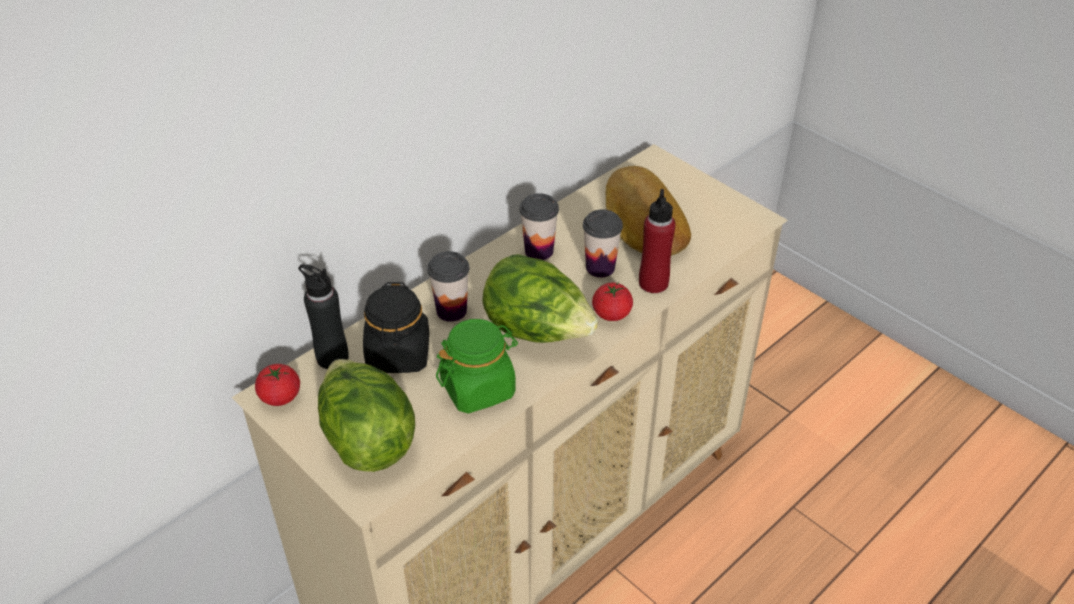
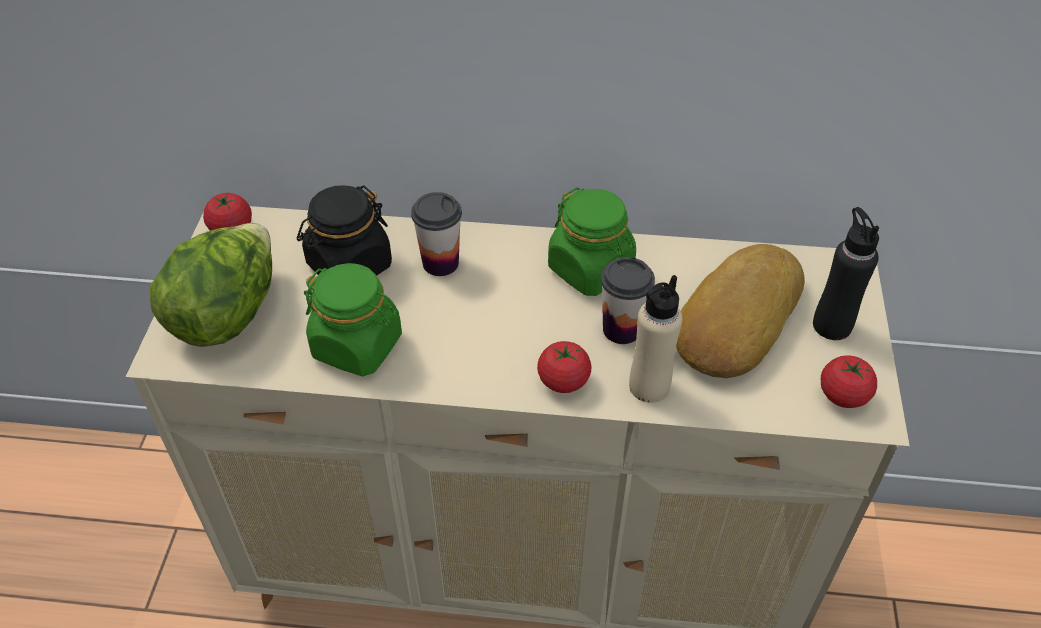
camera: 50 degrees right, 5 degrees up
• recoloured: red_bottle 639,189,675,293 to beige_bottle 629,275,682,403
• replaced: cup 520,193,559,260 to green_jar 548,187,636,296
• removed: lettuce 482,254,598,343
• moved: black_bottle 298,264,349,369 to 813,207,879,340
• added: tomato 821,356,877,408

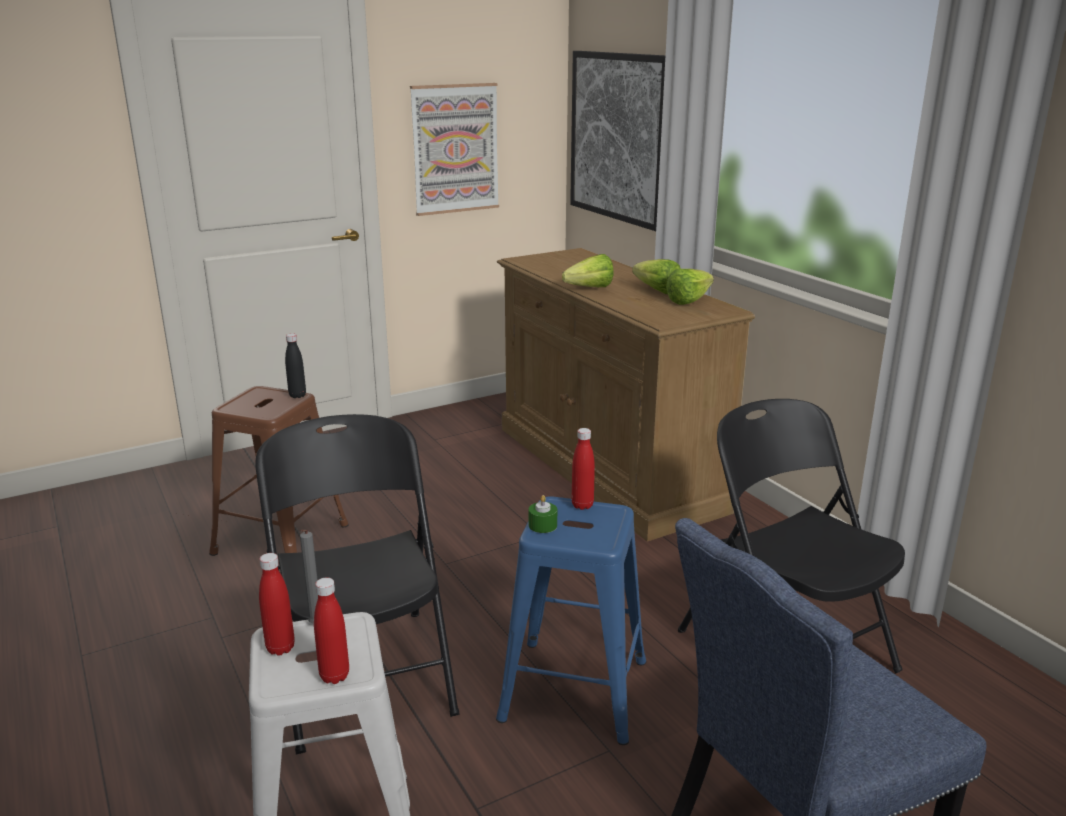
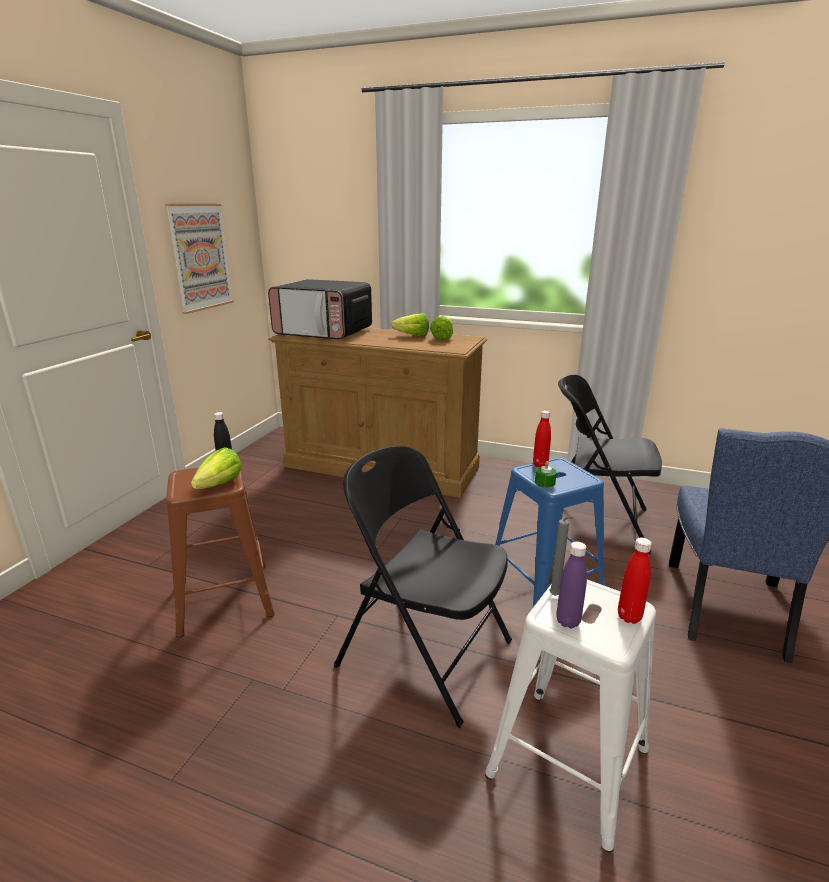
camera: 40 degrees left, 0 degrees up
• removed: picture 570,51,665,231
• moved: lettuce 562,254,614,287 to 191,447,241,489
• recoloured: red_bottle 259,553,295,656 to purple_bottle 556,541,587,628
• added: microwave 268,279,372,340

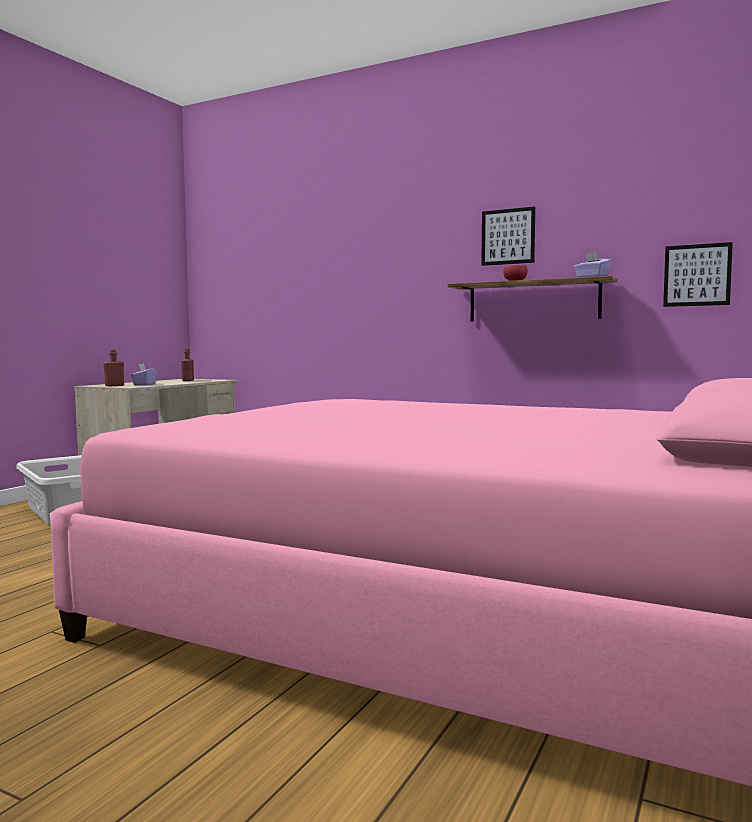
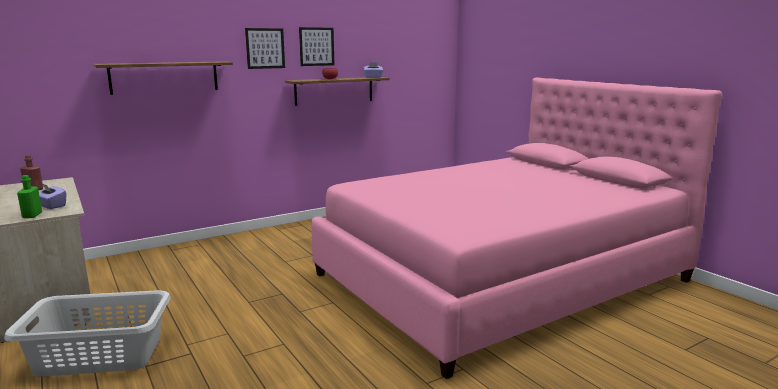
camera: 60 degrees left, 10 degrees up
• moved: picture 663,242,733,307 to 245,28,285,69
• recoloured: red_bottle 103,349,124,386 to green_bottle 17,175,42,218
• added: shelf 93,61,233,95

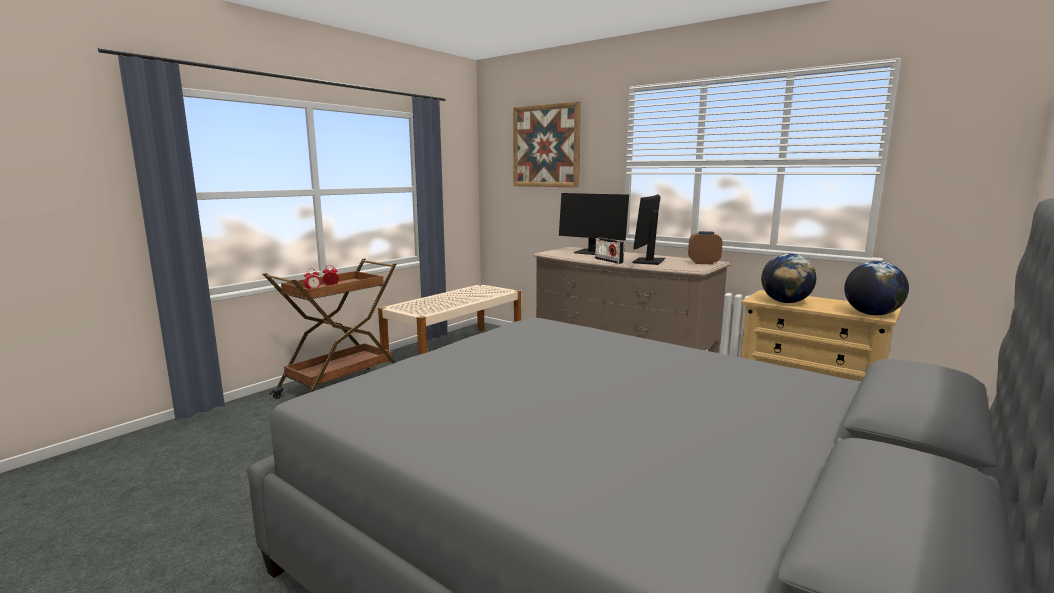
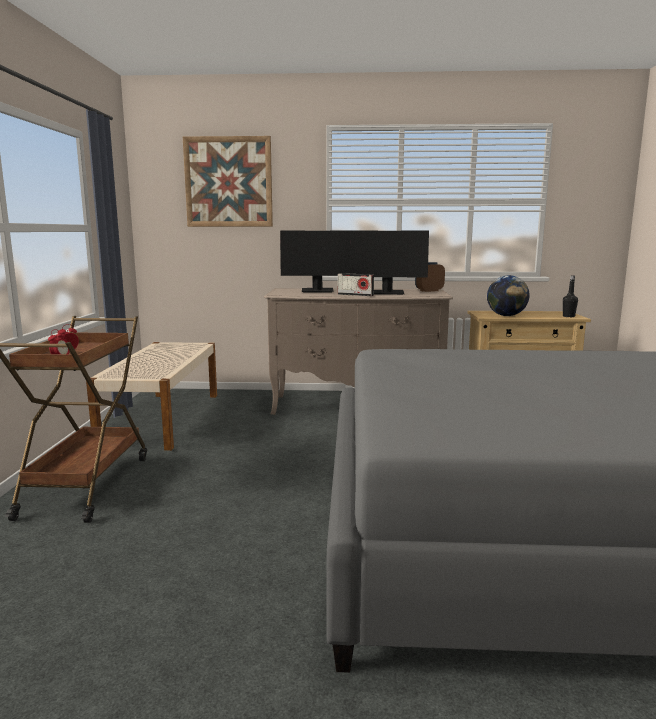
camera: 35 degrees left, 0 degrees up
• turned: monitor 631,194,665,265 = 350,230,429,295 75 degrees counterclockwise
• replaced: globe 844,261,909,315 to black_bottle 563,276,578,317

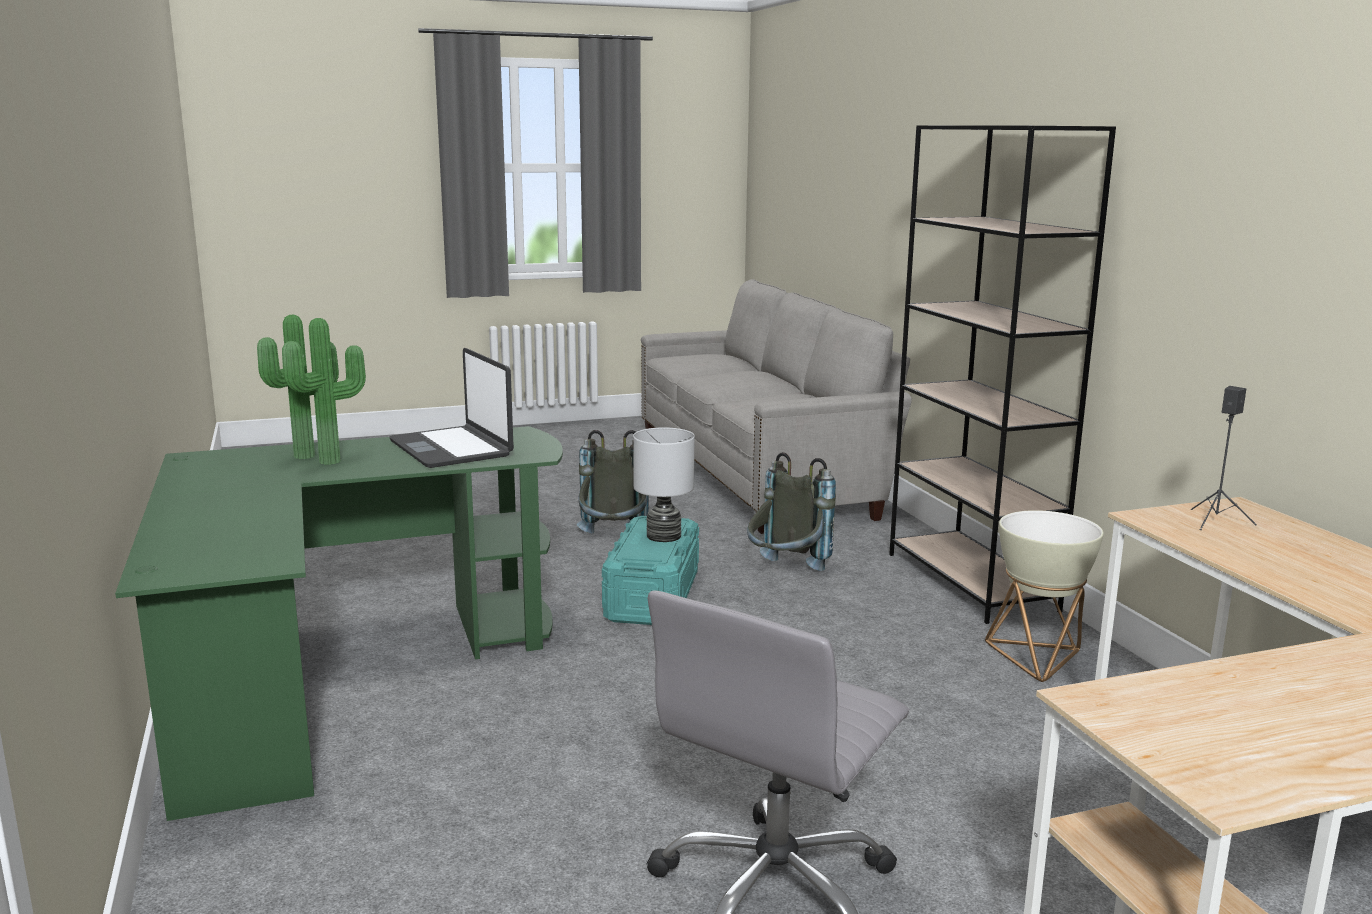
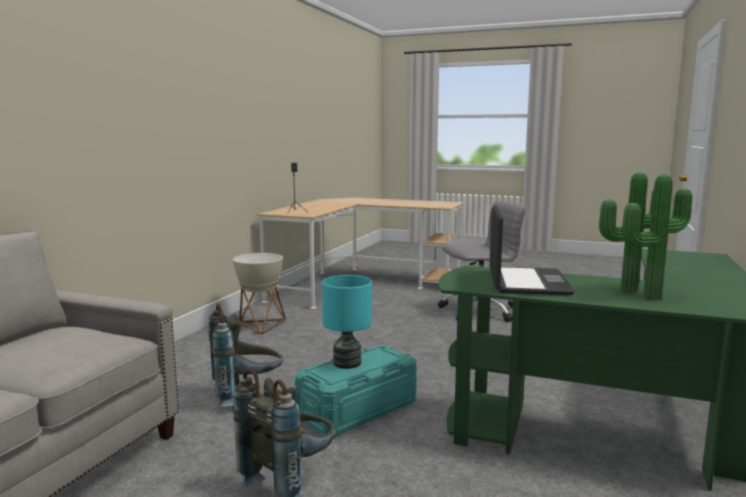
camera: 140 degrees left, 5 degrees down
• removed: beige_bookcase 889,125,1116,624
• recoloured: grey_table_lamp 633,427,695,542 to turquoise_table_lamp 322,275,372,369

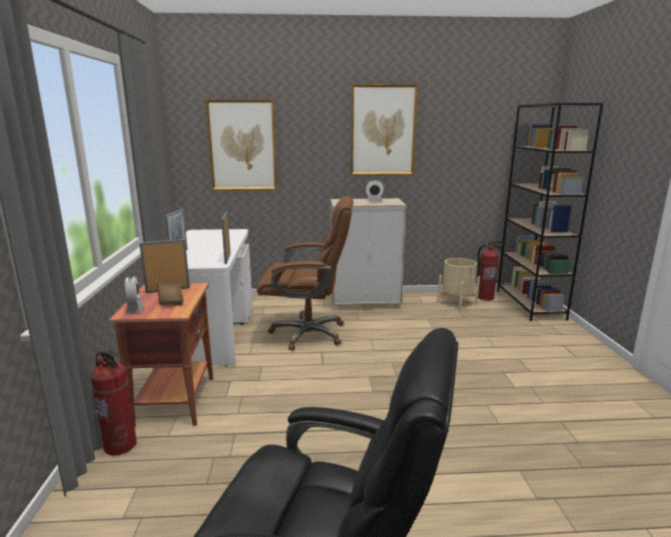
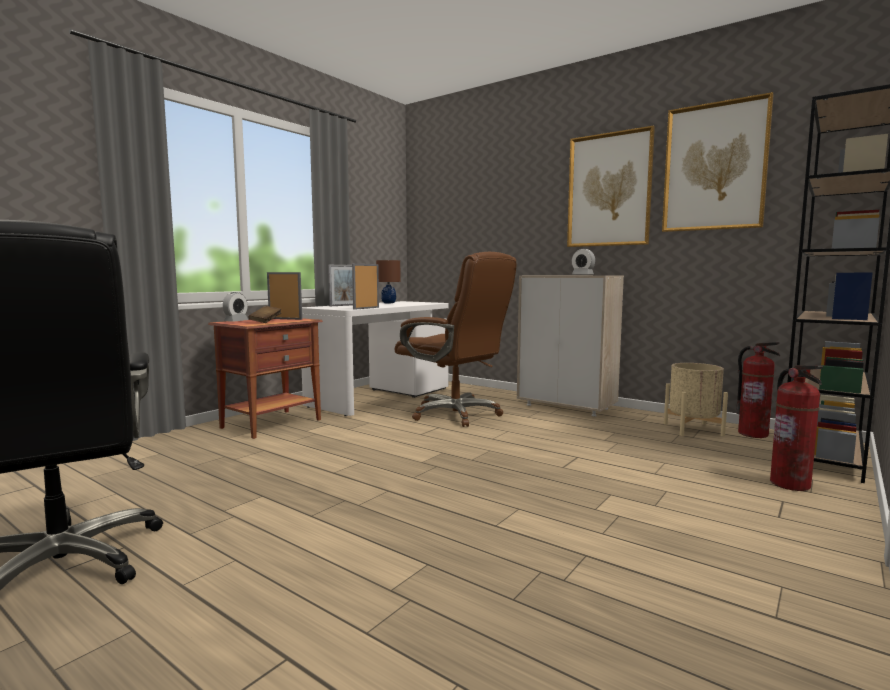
camera: 40 degrees right, 10 degrees down
• moved: picture 205,99,277,190 to 662,92,774,232
• moved: fire_extinguisher 91,349,137,456 to 770,365,823,491
• added: brown_table_lamp 376,260,401,303

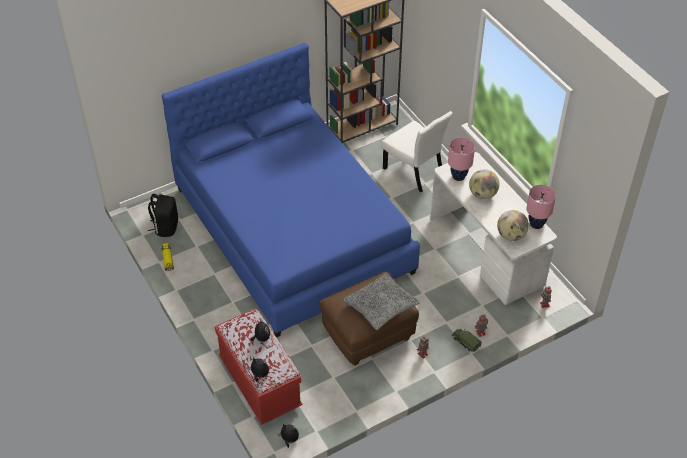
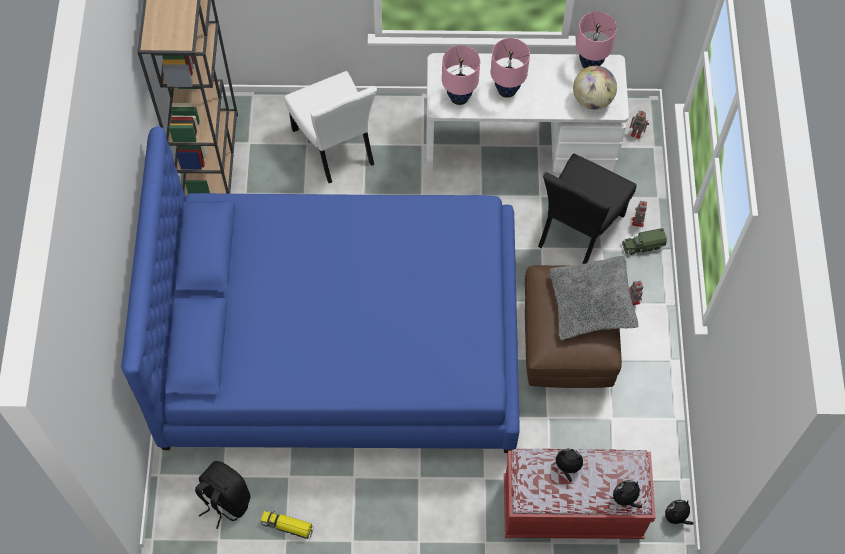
camera: 60 degrees left, 15 degrees up
• turned: white_chair 381,111,453,192 = 284,71,377,183 75 degrees clockwise
• replaced: globe 469,169,499,199 to pink_table_lamp 491,38,530,98
• added: black_chair 538,154,636,264

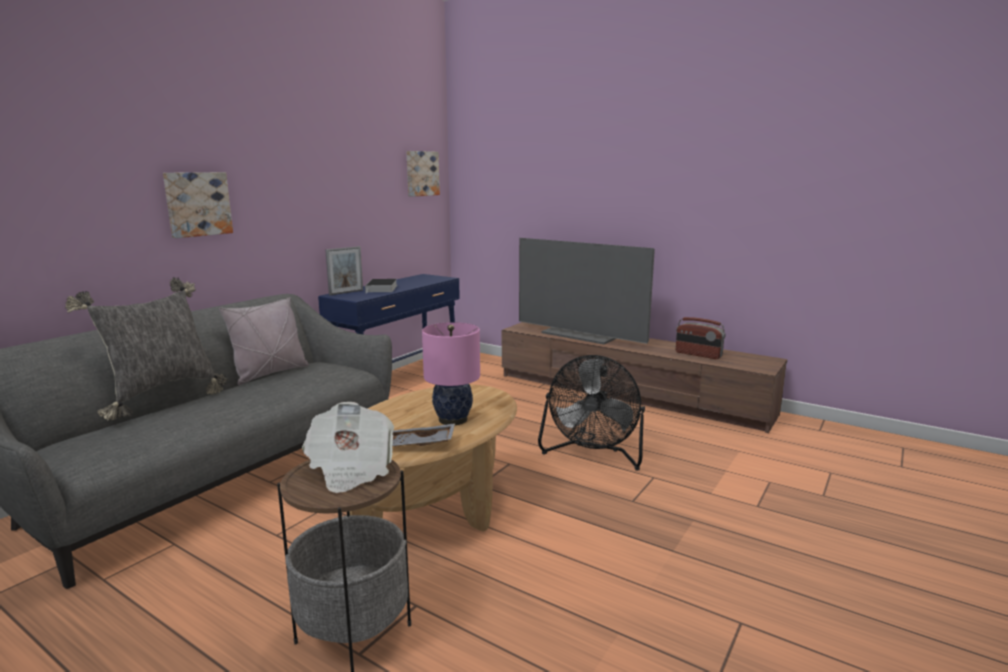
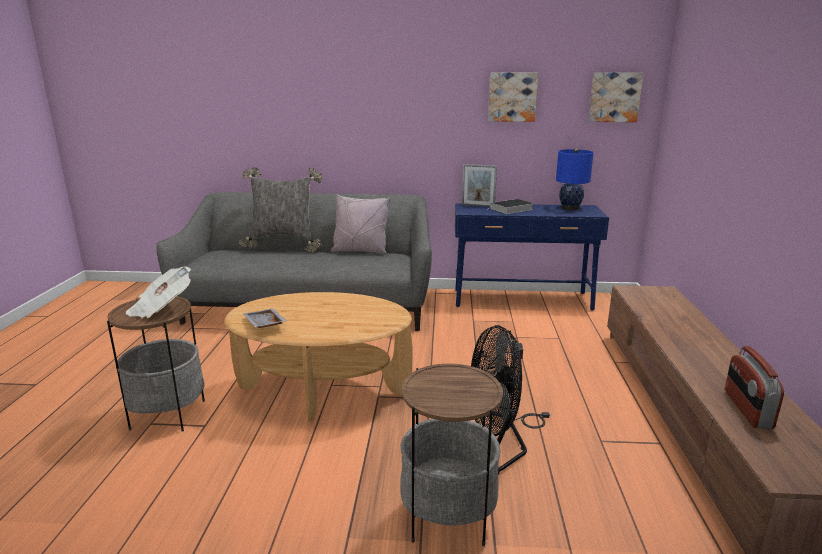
camera: 60 degrees right, 5 degrees up
• moved: picture 163,172,233,238 to 488,73,538,122
• removed: television 519,238,655,344
• removed: pink_table_lamp 422,322,480,425
• added: blue_table_lamp 556,149,594,210
• added: side_table 400,364,503,546

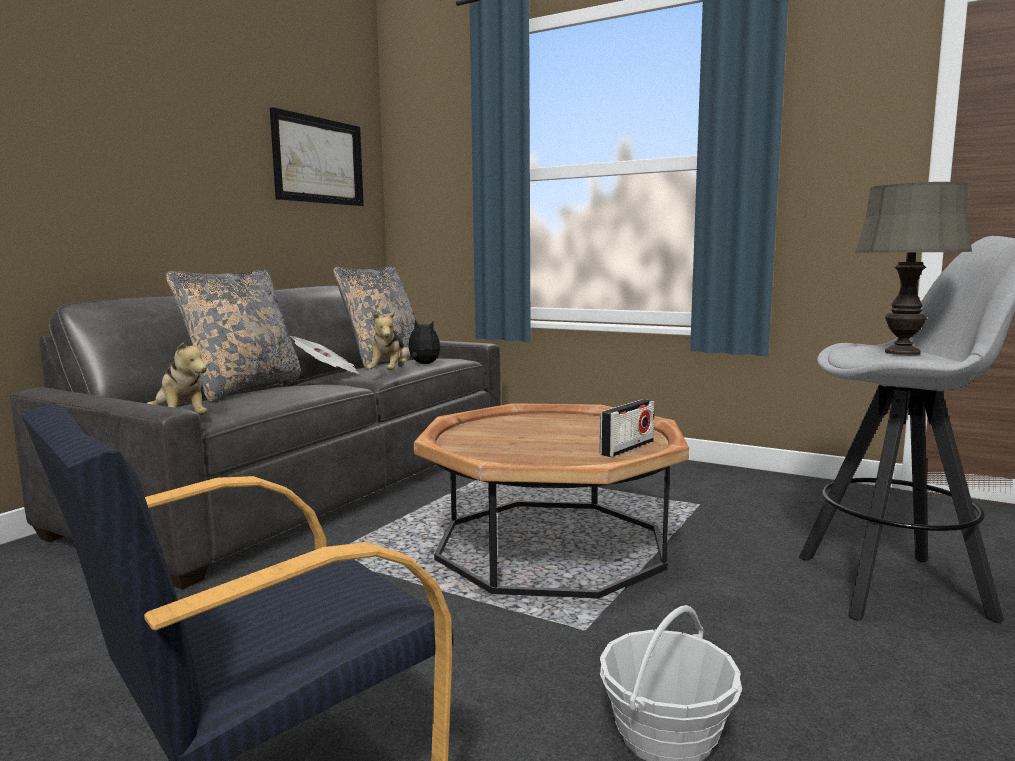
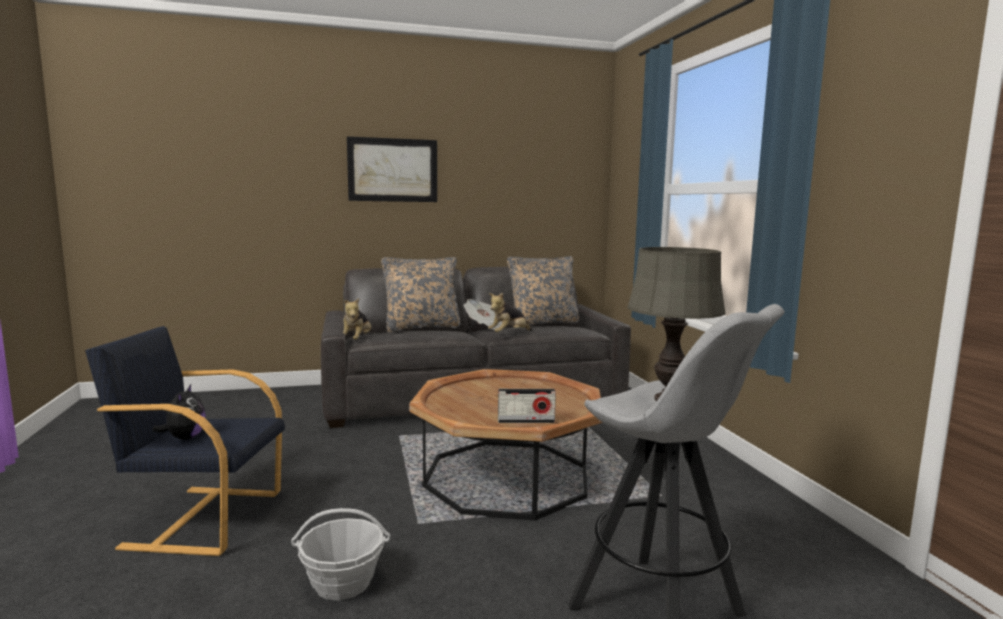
camera: 45 degrees right, 0 degrees up
• moved: picture 270,107,364,206 to 347,136,437,202
• moved: plush_toy 406,320,440,364 to 153,384,206,440

